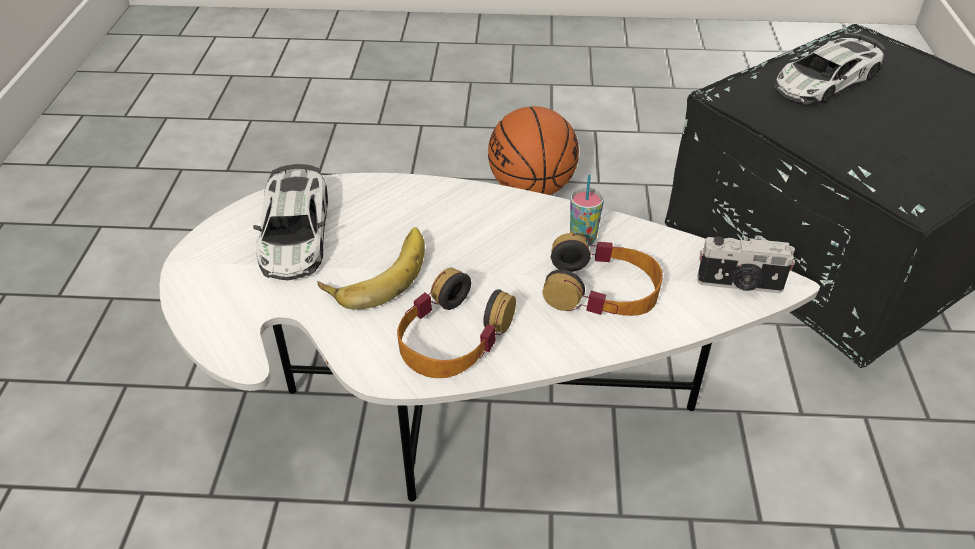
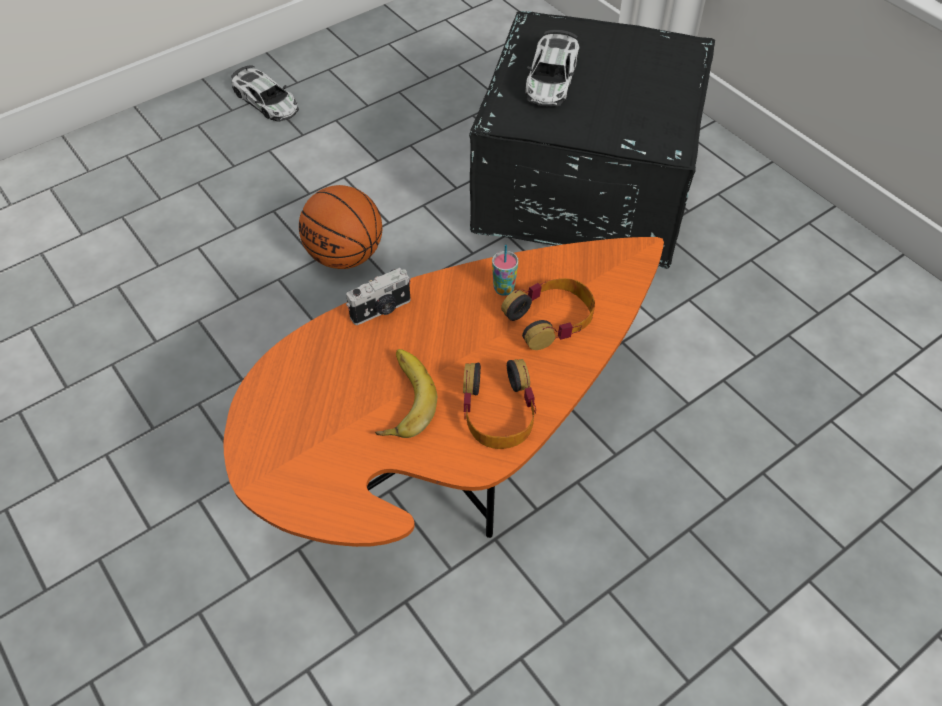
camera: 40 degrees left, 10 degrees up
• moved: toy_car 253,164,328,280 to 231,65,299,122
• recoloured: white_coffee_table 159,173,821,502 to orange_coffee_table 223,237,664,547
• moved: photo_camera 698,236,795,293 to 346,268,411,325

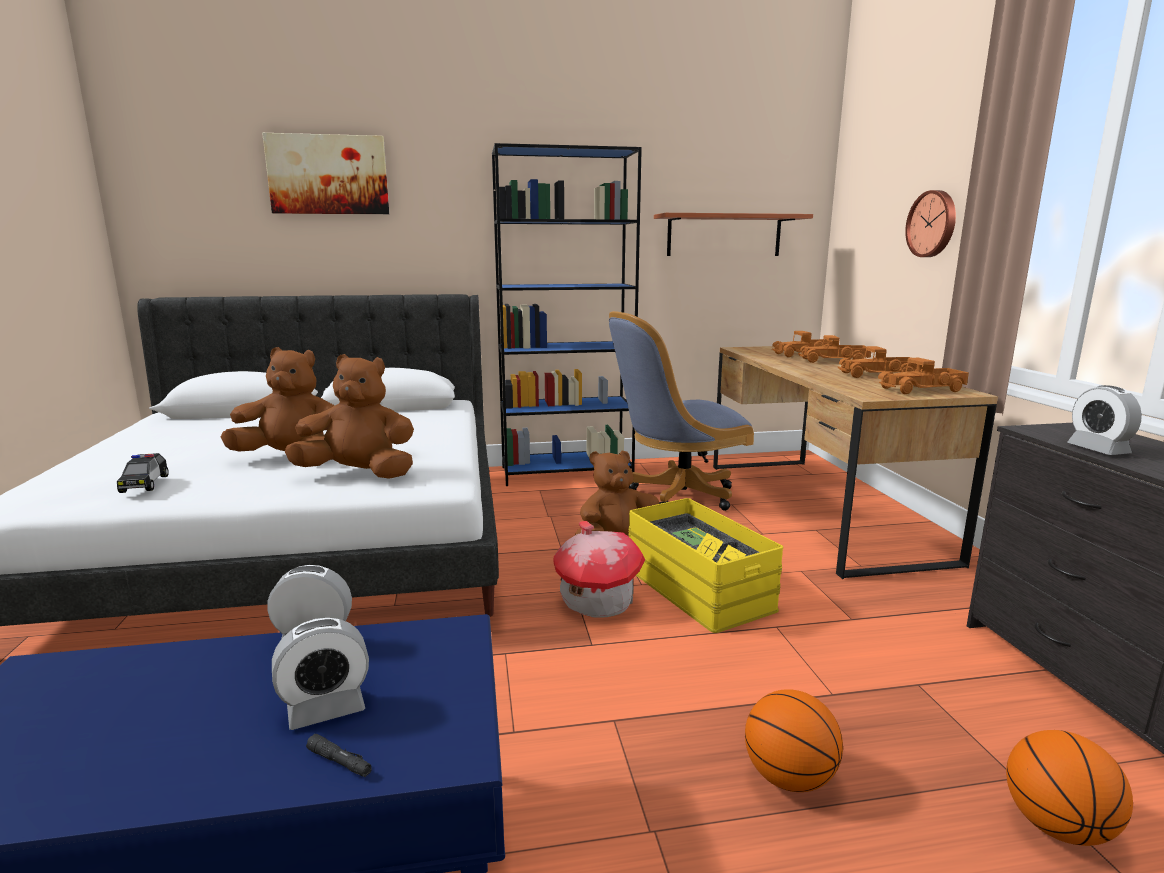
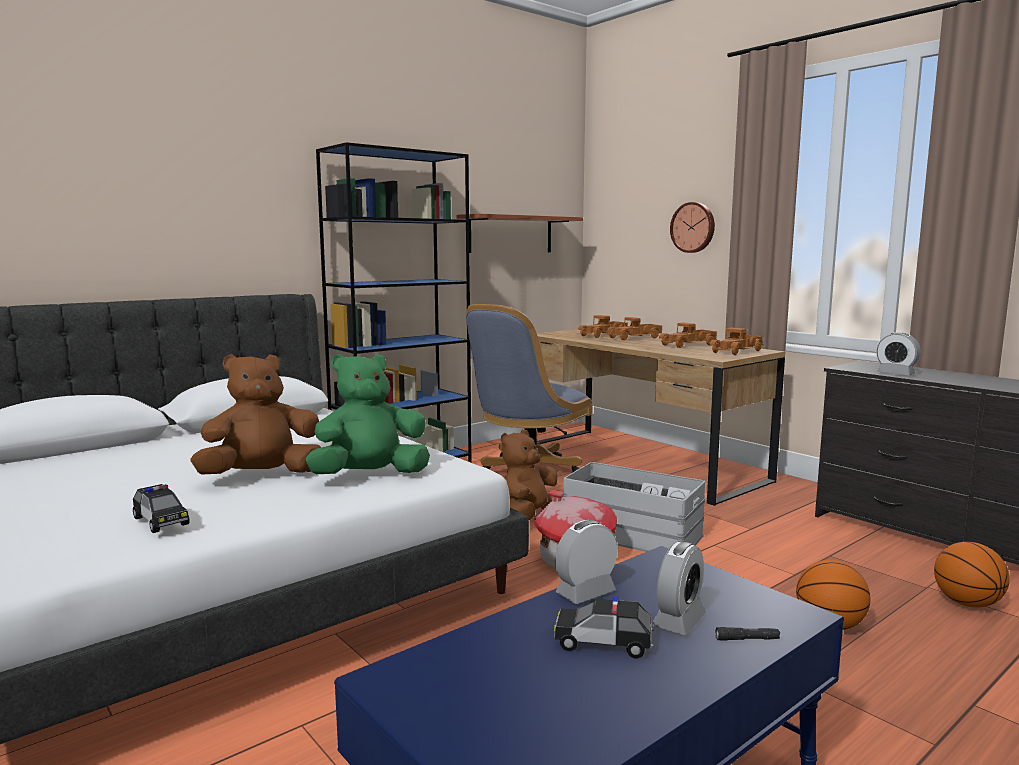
camera: 30 degrees left, 5 degrees down
• removed: picture 262,133,389,214
• recoloured: brown_plush_toy 284,354,414,479 to green_plush_toy 305,354,430,474
• recoloured: yellow_storage_box 628,498,783,633 to grey_storage_box 563,462,705,552
• added: toy_car 554,596,654,658

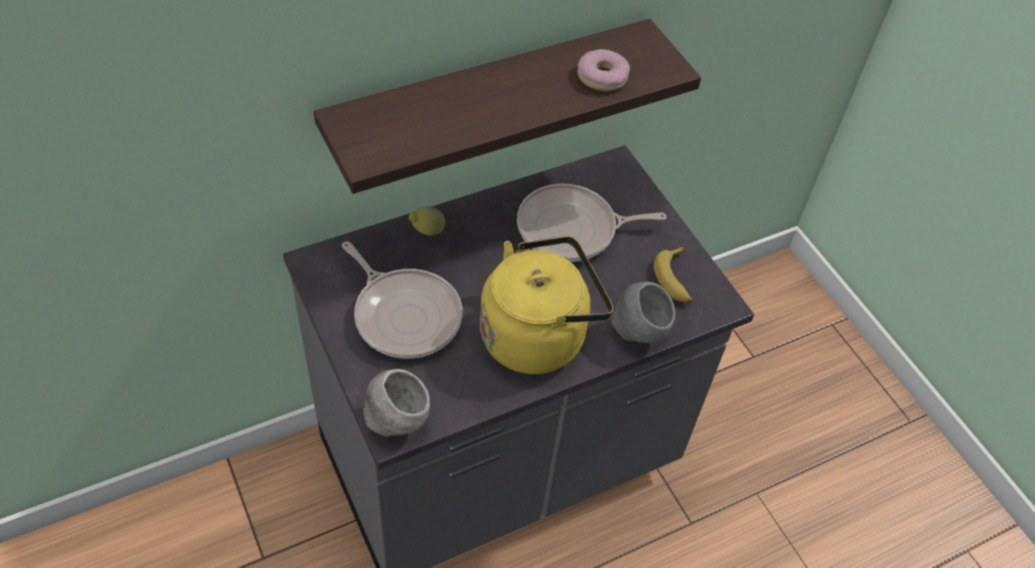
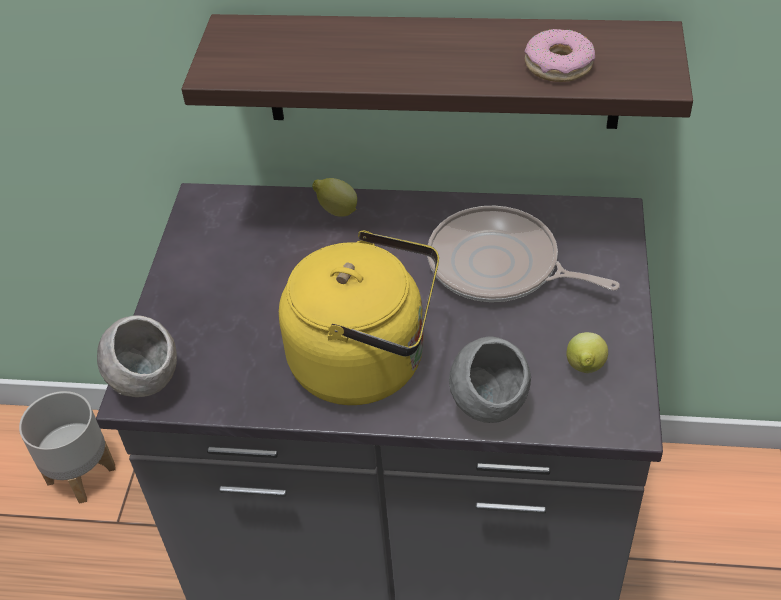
camera: 40 degrees right, 5 degrees down
• removed: frying_pan 342,241,462,359
• replaced: banana 654,246,692,304 to lemon 566,332,608,373
• added: grey_planter 19,391,116,504

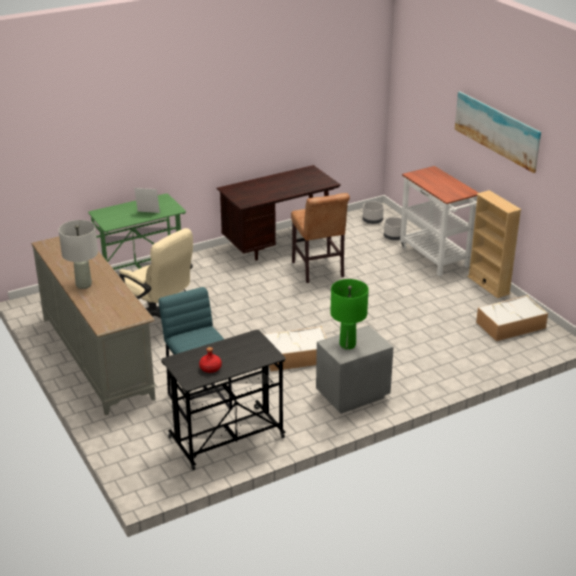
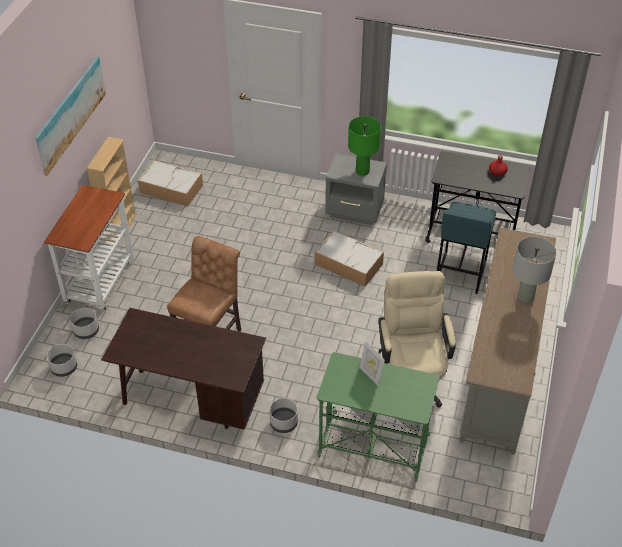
camera: 135 degrees left, 15 degrees up
• added: grey_planter 269,398,298,433

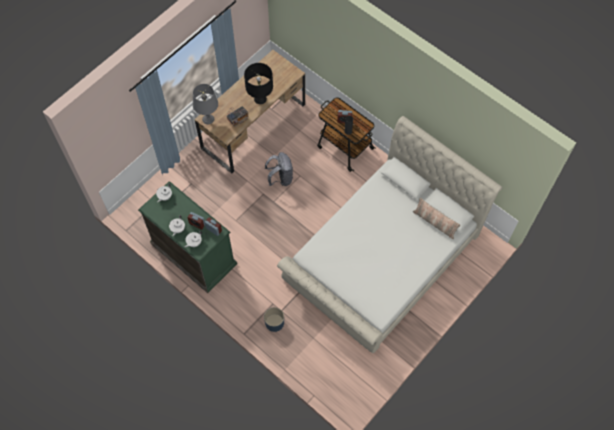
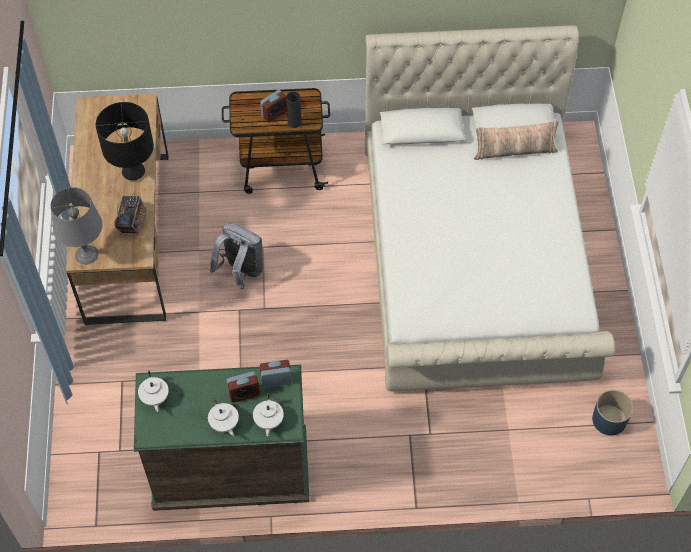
camera: 45 degrees left, 5 degrees down
• moved: blue_planter 264,307,284,332 to 592,390,633,436

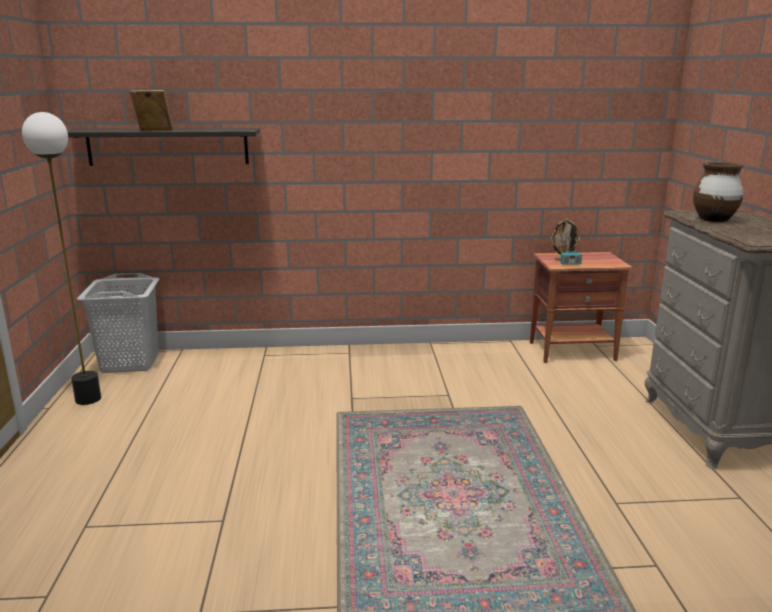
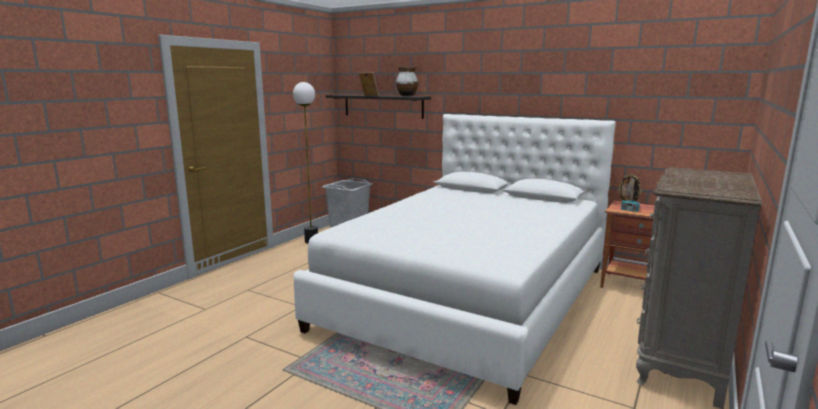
camera: 35 degrees right, 5 degrees down
• moved: brown_vase 693,161,744,222 to 396,67,418,96
• added: white_bed 293,114,616,405

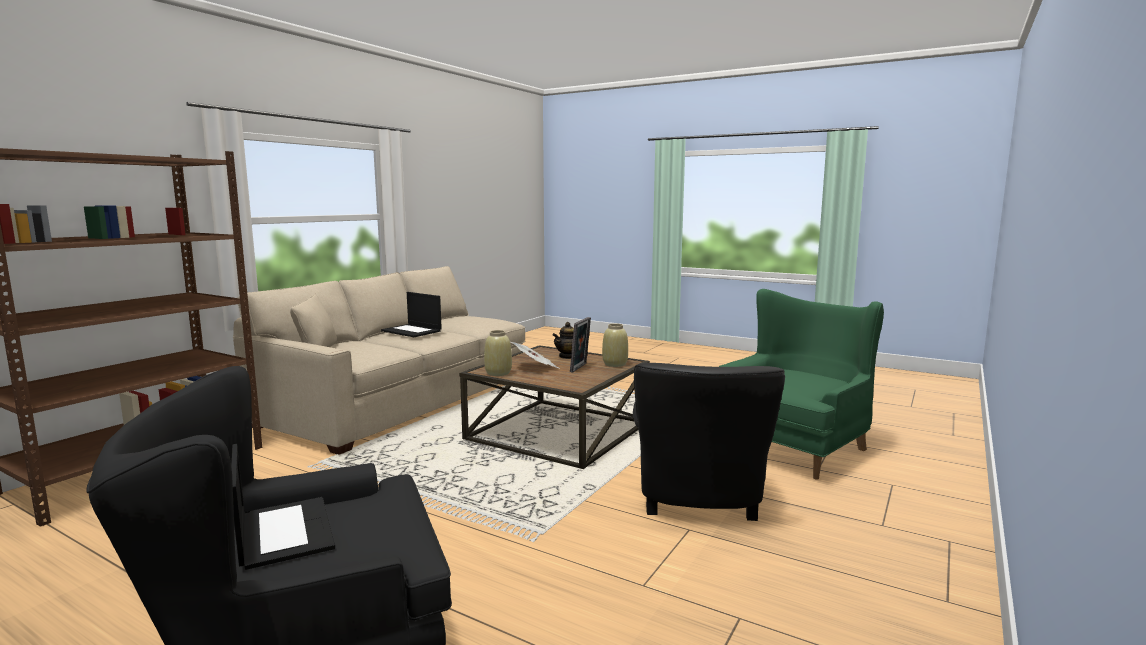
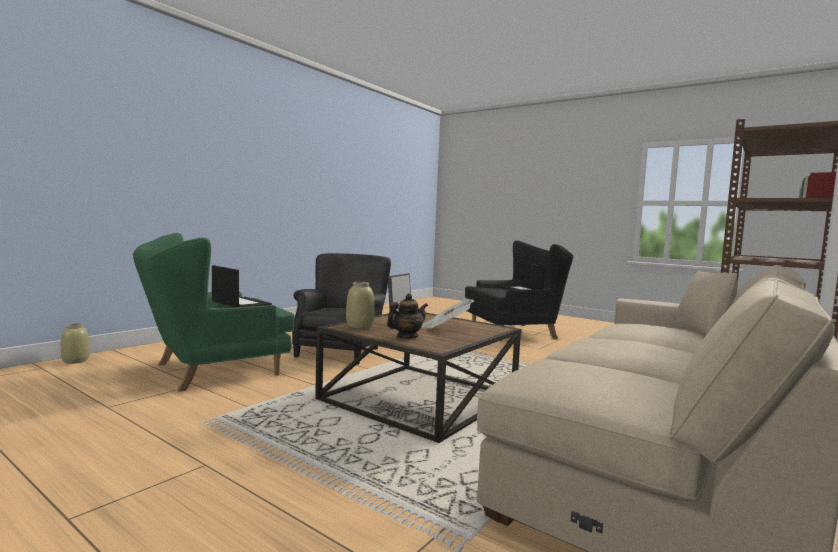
camera: 175 degrees left, 5 degrees down
• moved: laptop 381,292,442,337 to 212,265,272,308
• moved: beige_vase 484,330,512,376 to 61,323,90,364

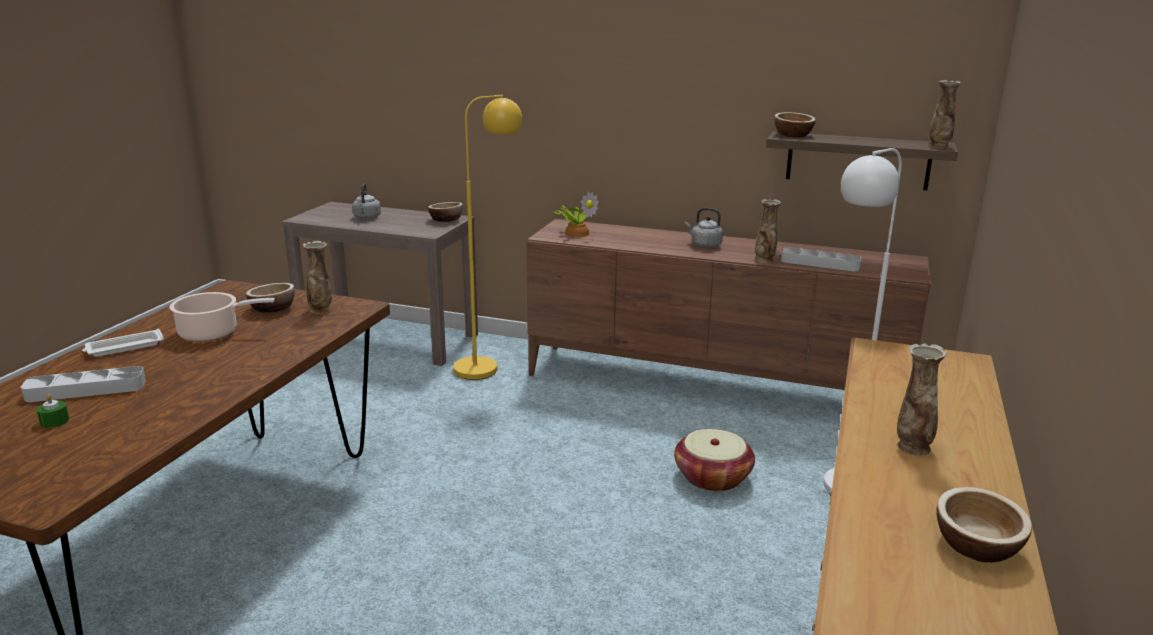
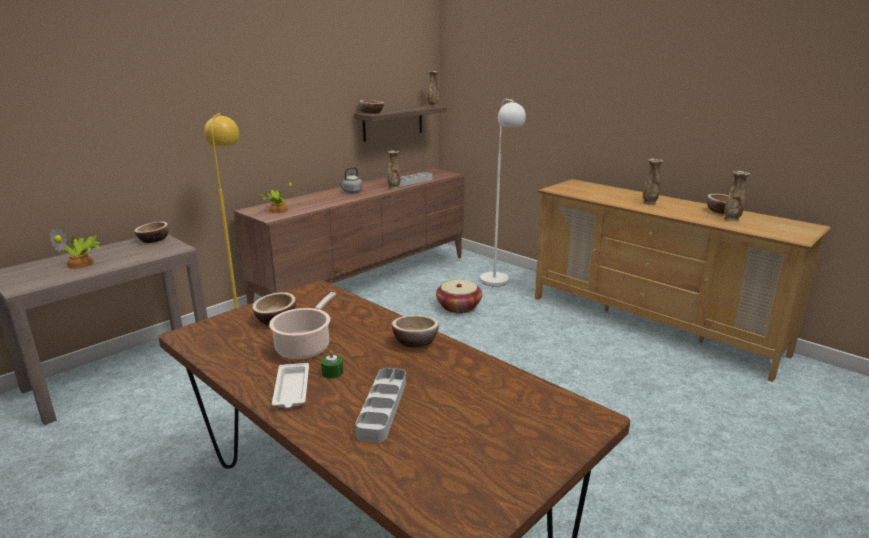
camera: 65 degrees left, 0 degrees up
• replaced: grey_kettle 352,183,381,219 to potted_plant 49,227,100,269
• moved: vase 303,241,332,314 to 724,171,750,222
• moved: green_candle 36,394,69,428 to 321,350,343,378
• added: bowl 392,315,439,347

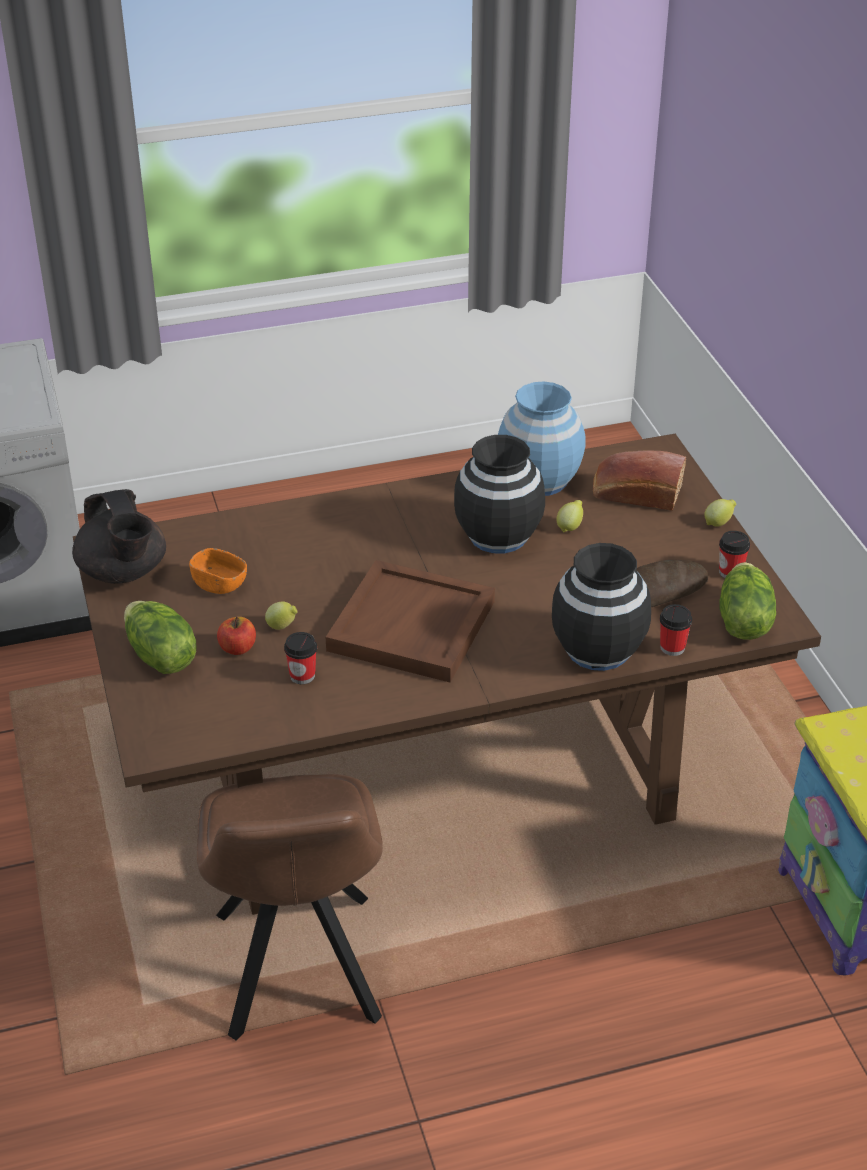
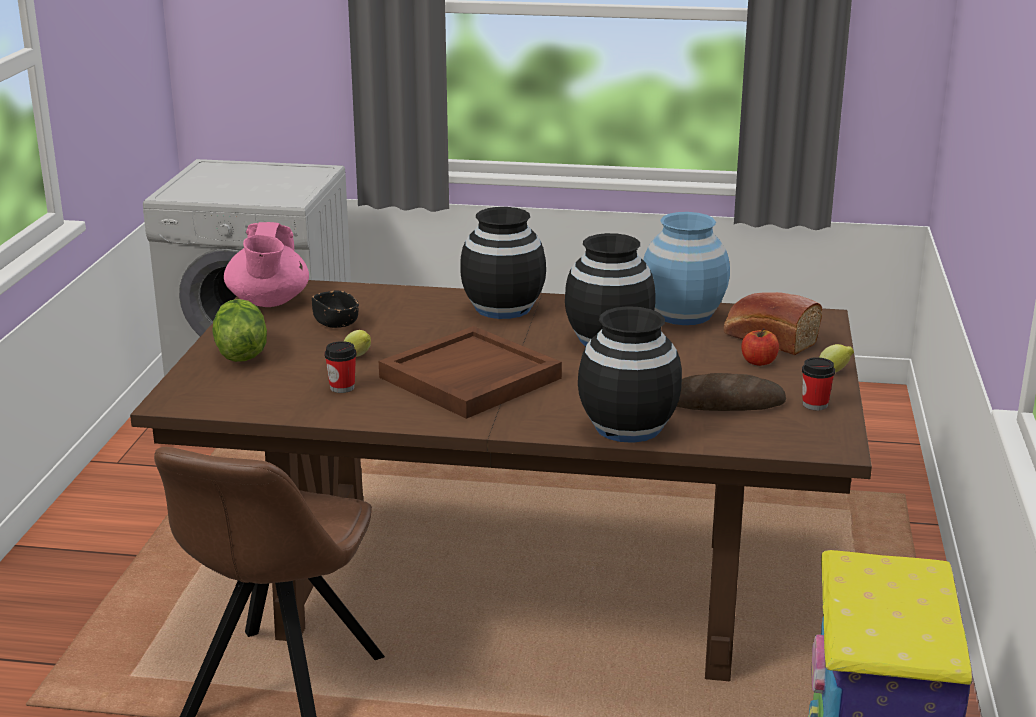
camera: 25 degrees right, 15 degrees down
• recoloured: black_teapot 72,489,166,584 to pink_teapot 224,222,309,307
• removed: lemon 556,500,583,533
• recoloured: orange_bowl 189,548,247,594 to black_bowl 312,290,359,328
• removed: lettuce 720,562,776,640
• removed: cup 660,604,692,656
• moved: apple 217,617,256,655 to 741,328,779,366
• added: black_vase 460,207,546,319

